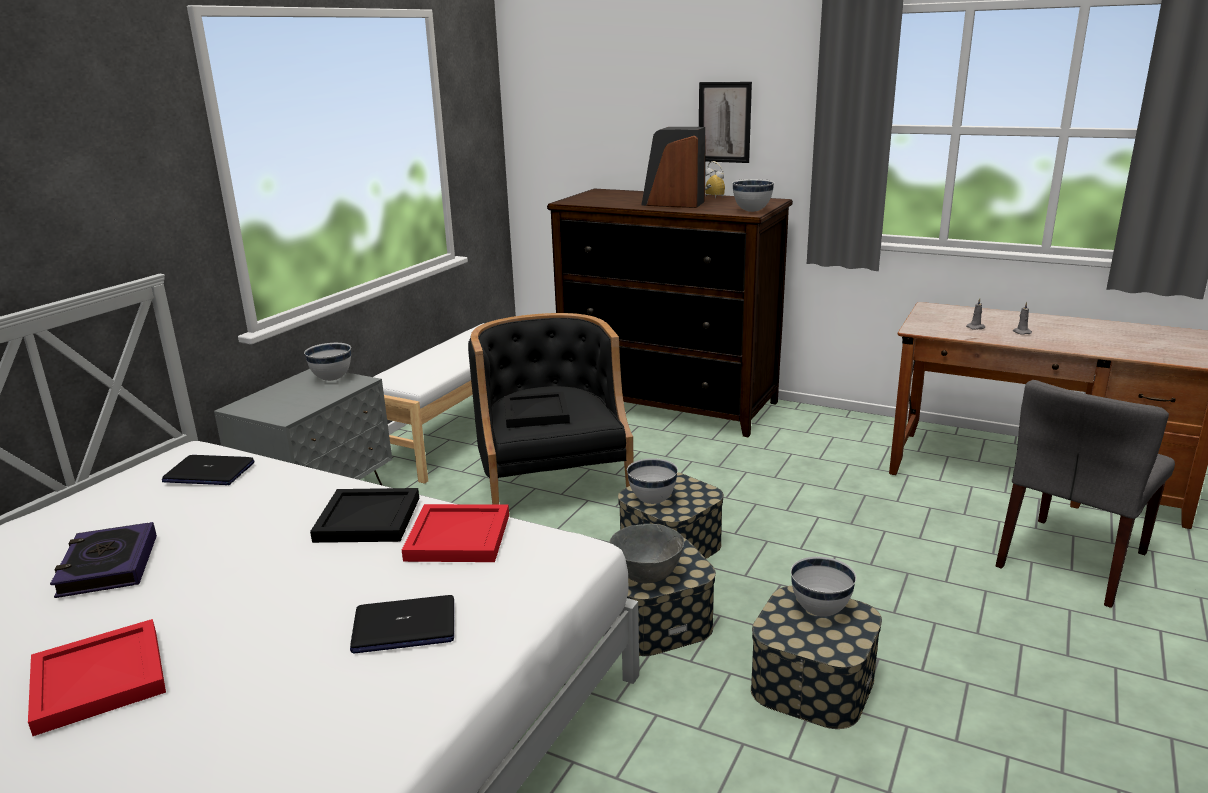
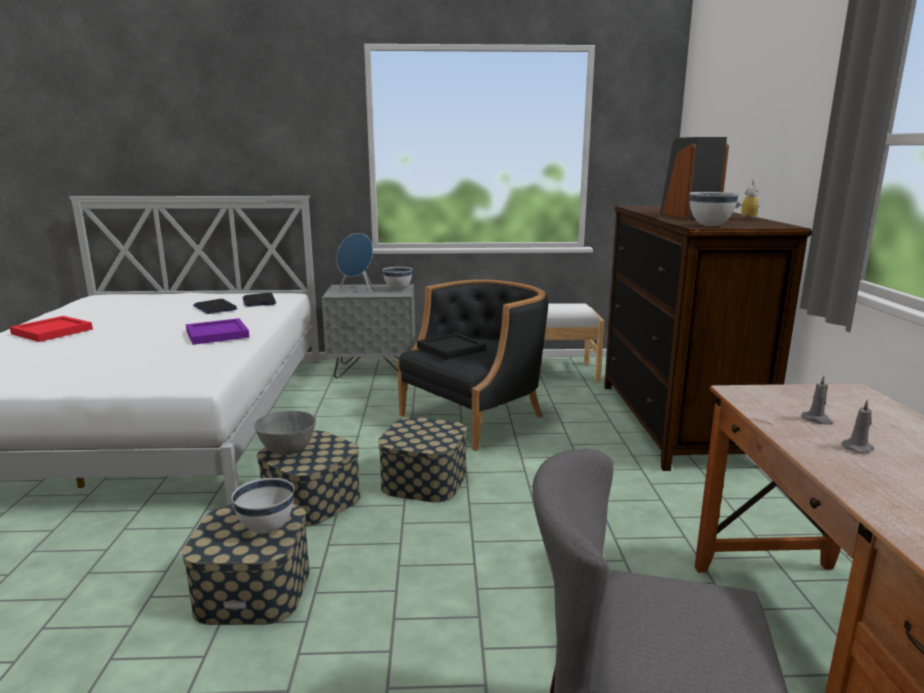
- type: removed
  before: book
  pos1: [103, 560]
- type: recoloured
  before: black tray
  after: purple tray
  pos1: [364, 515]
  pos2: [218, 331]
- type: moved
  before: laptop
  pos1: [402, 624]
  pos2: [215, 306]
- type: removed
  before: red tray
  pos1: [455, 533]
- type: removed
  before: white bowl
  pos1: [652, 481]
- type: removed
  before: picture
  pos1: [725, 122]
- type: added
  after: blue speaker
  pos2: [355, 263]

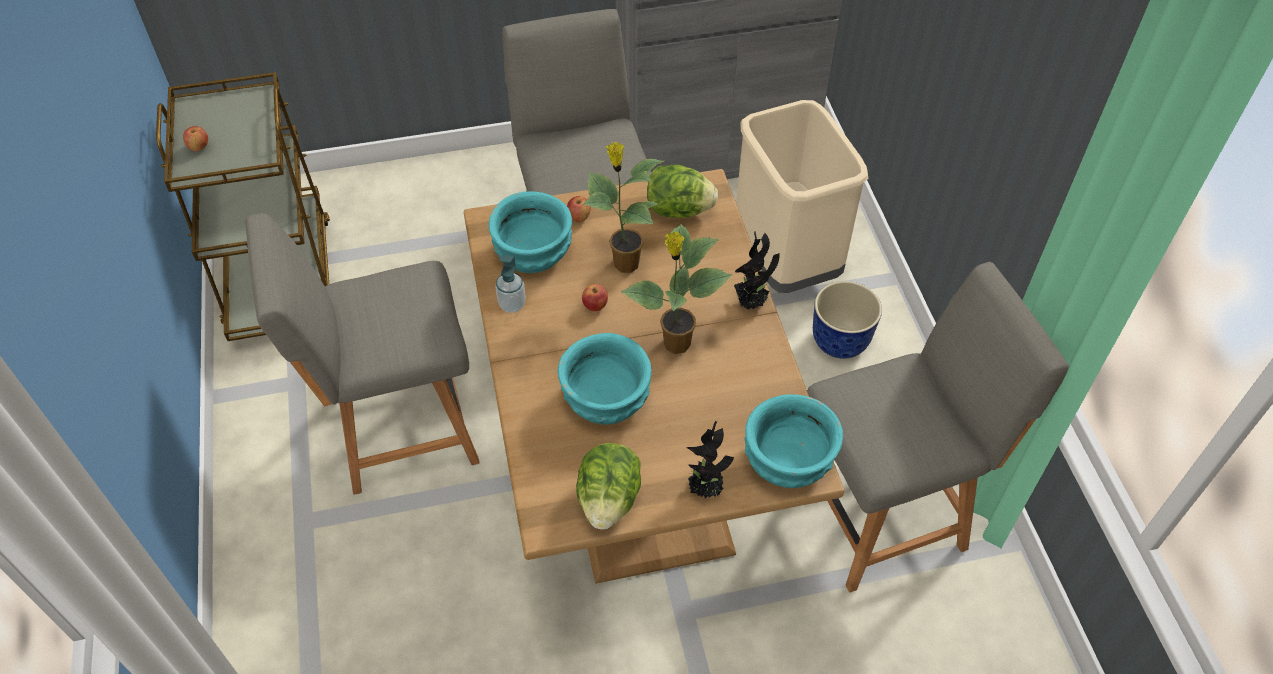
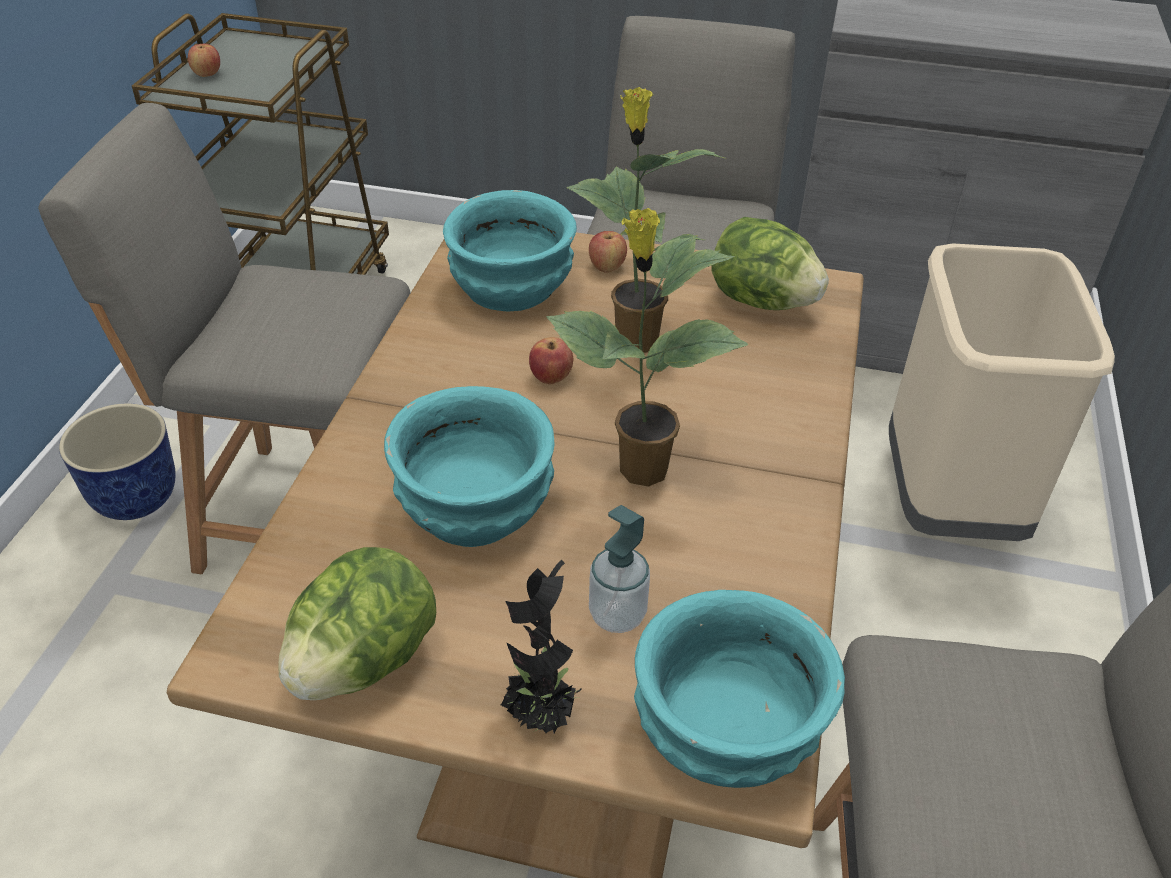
- type: moved
  before: soap dispenser
  pos1: [510, 284]
  pos2: [619, 569]
- type: removed
  before: potted plant
  pos1: [757, 270]
- type: moved
  before: planter
  pos1: [847, 320]
  pos2: [117, 461]

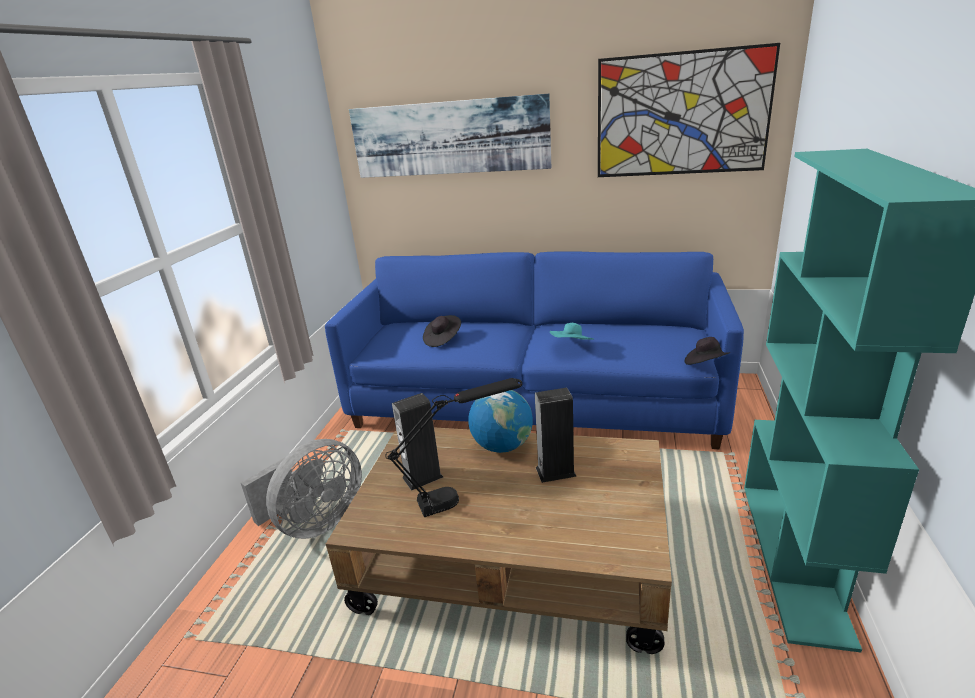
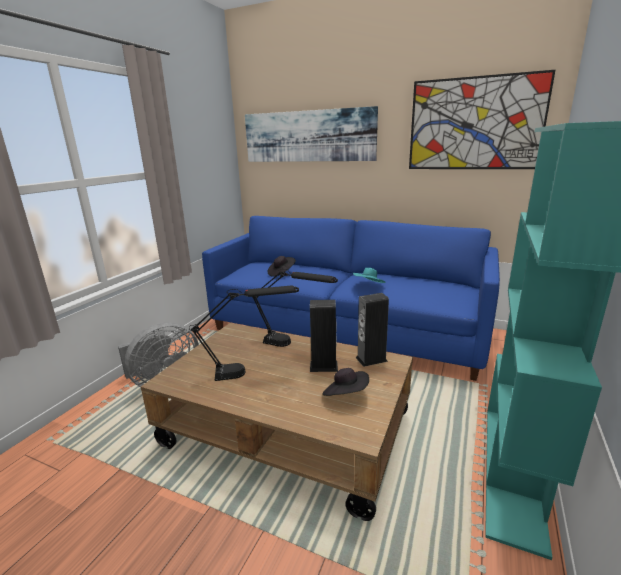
- type: moved
  before: speaker
  pos1: [417, 442]
  pos2: [372, 330]
- type: replaced
  before: globe
  after: black table lamp
  pos1: [500, 421]
  pos2: [295, 308]
- type: moved
  before: black hat
  pos1: [707, 351]
  pos2: [346, 382]

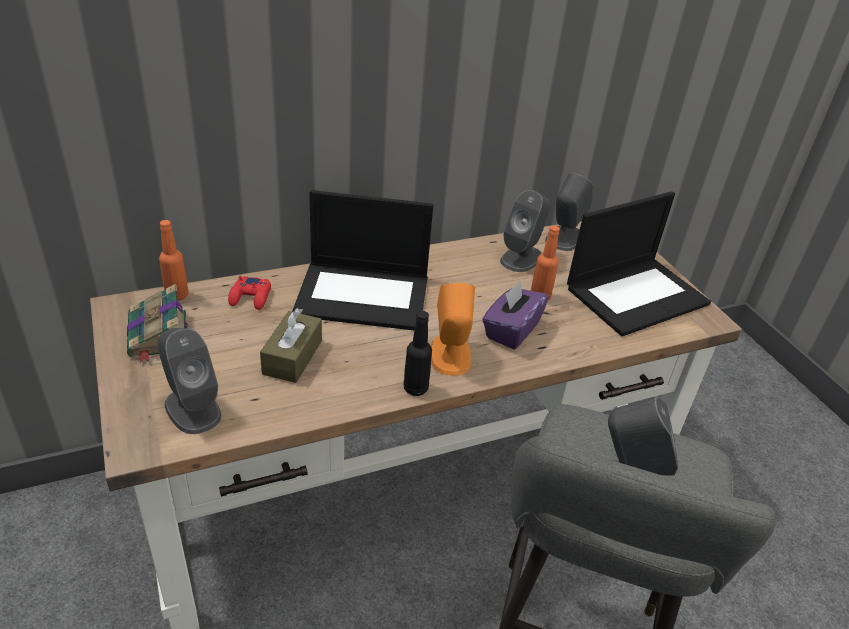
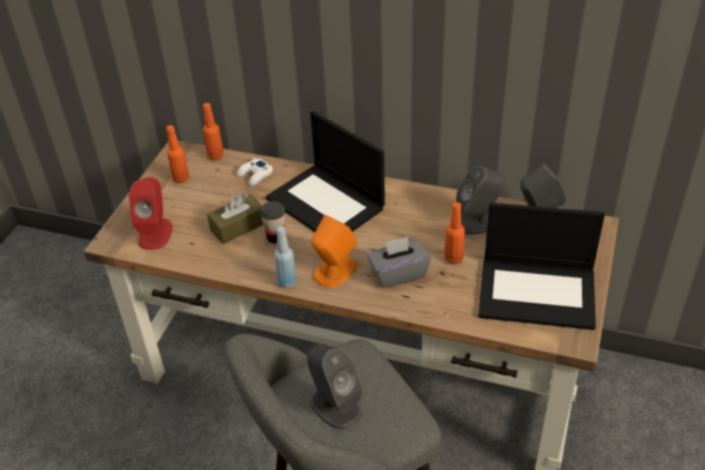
- type: replaced
  before: book
  after: orange bottle
  pos1: [157, 323]
  pos2: [178, 154]
- type: recoloured
  before: grey speaker
  after: red speaker
  pos1: [189, 381]
  pos2: [150, 213]
- type: recoloured
  before: red game controller
  after: white game controller
  pos1: [249, 293]
  pos2: [255, 171]
- type: recoloured
  before: black bottle
  after: blue bottle
  pos1: [418, 353]
  pos2: [285, 257]
- type: recoloured
  before: purple tissue box
  after: grey tissue box
  pos1: [515, 315]
  pos2: [399, 262]
- type: added
  after: cup
  pos2: [272, 222]

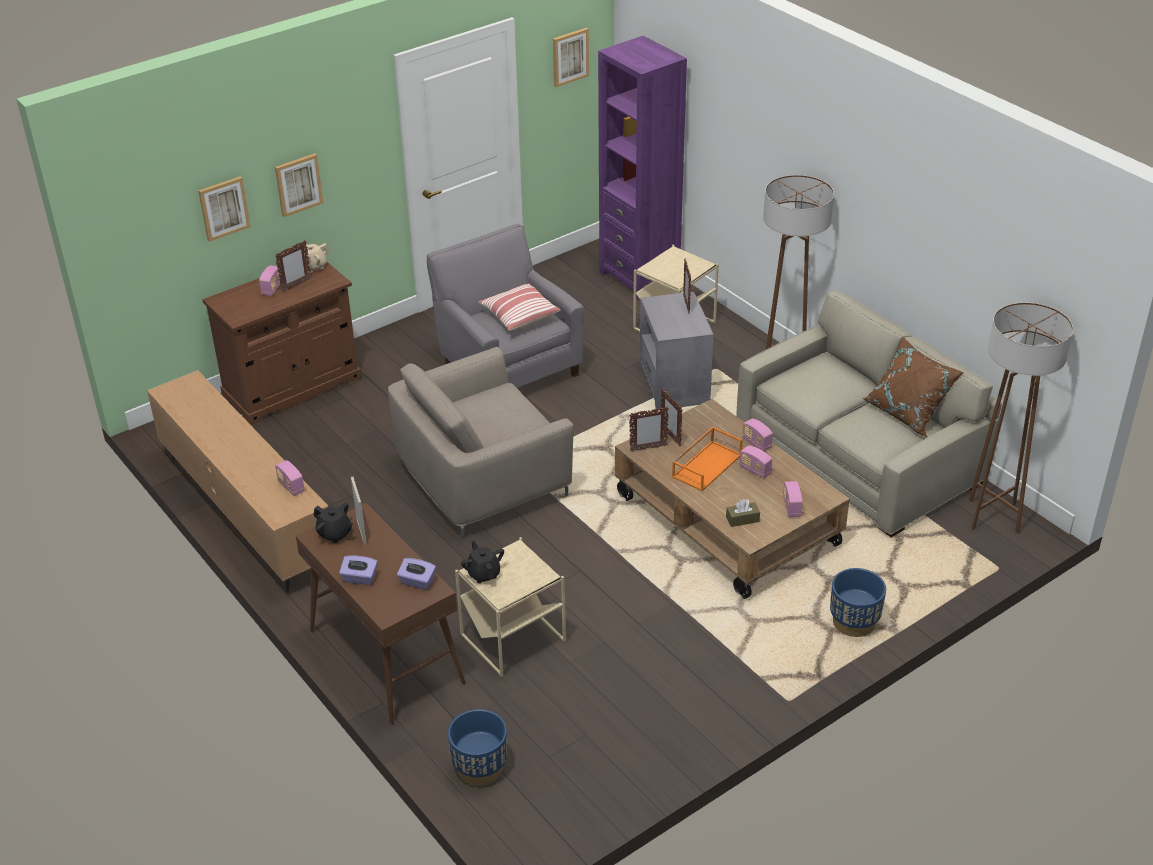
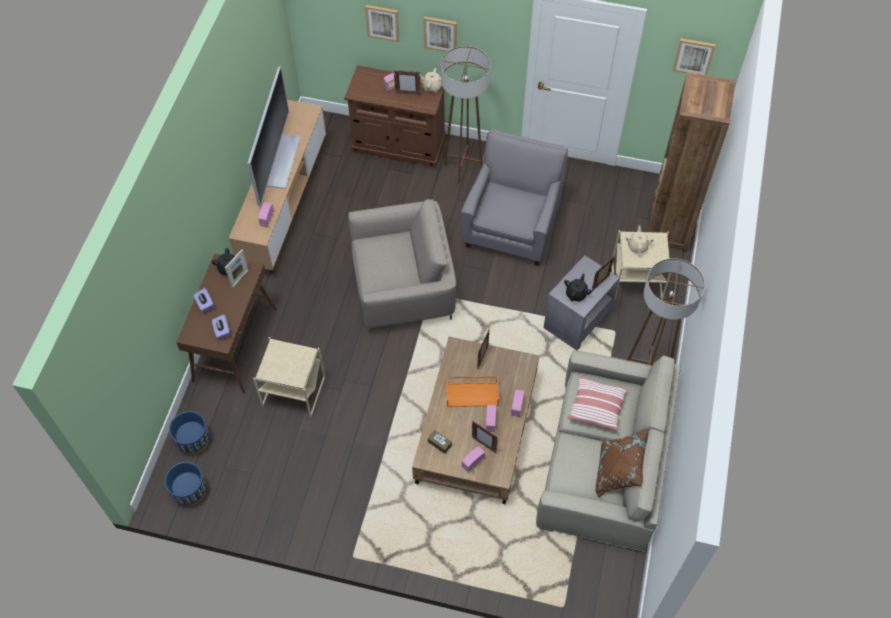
- type: turned
  before: beige armchair
  pos1: [481, 443]
  pos2: [402, 266]
  turn: 150
- type: moved
  before: black teapot
  pos1: [482, 562]
  pos2: [578, 288]
- type: moved
  before: pillow
  pos1: [519, 307]
  pos2: [597, 403]
- type: recoloured
  before: purple bookcase
  after: brown bookcase
  pos1: [642, 168]
  pos2: [691, 162]
- type: moved
  before: picture frame
  pos1: [649, 429]
  pos2: [485, 437]
- type: moved
  before: blue planter
  pos1: [858, 602]
  pos2: [185, 484]
- type: moved
  before: brown floor lamp
  pos1: [1021, 418]
  pos2: [466, 115]
- type: added
  after: television
  pos2: [274, 136]
- type: added
  after: beige teapot
  pos2: [639, 240]

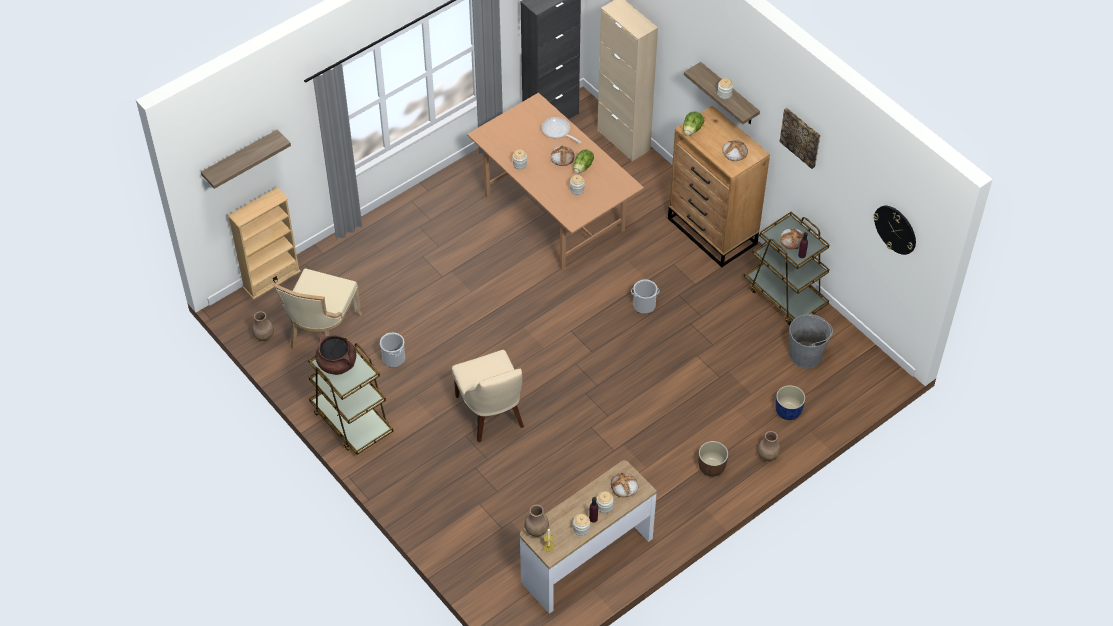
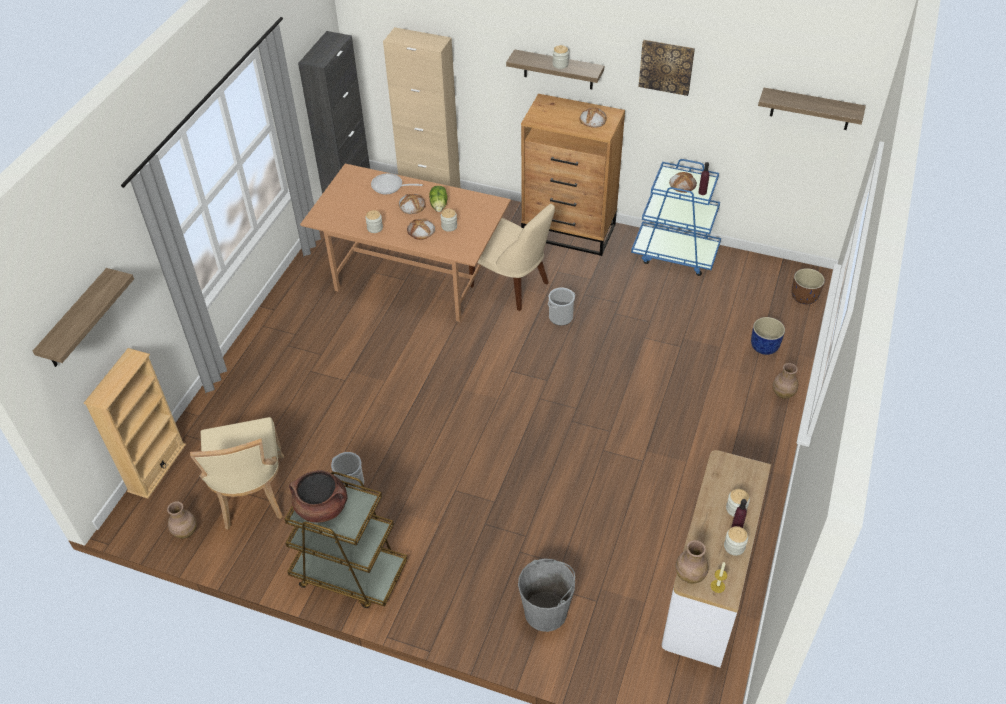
- type: moved
  before: beige chair
  pos1: [488, 396]
  pos2: [512, 257]
- type: moved
  before: bread
  pos1: [624, 485]
  pos2: [421, 229]
- type: removed
  before: lettuce
  pos1: [694, 124]
- type: moved
  before: brown planter
  pos1: [713, 459]
  pos2: [808, 286]
- type: recoloured
  before: brown cart
  after: blue cart
  pos1: [787, 268]
  pos2: [676, 217]
- type: moved
  before: grey bucket
  pos1: [811, 341]
  pos2: [546, 595]
- type: replaced
  before: wall clock
  after: shelf
  pos1: [894, 230]
  pos2: [812, 109]

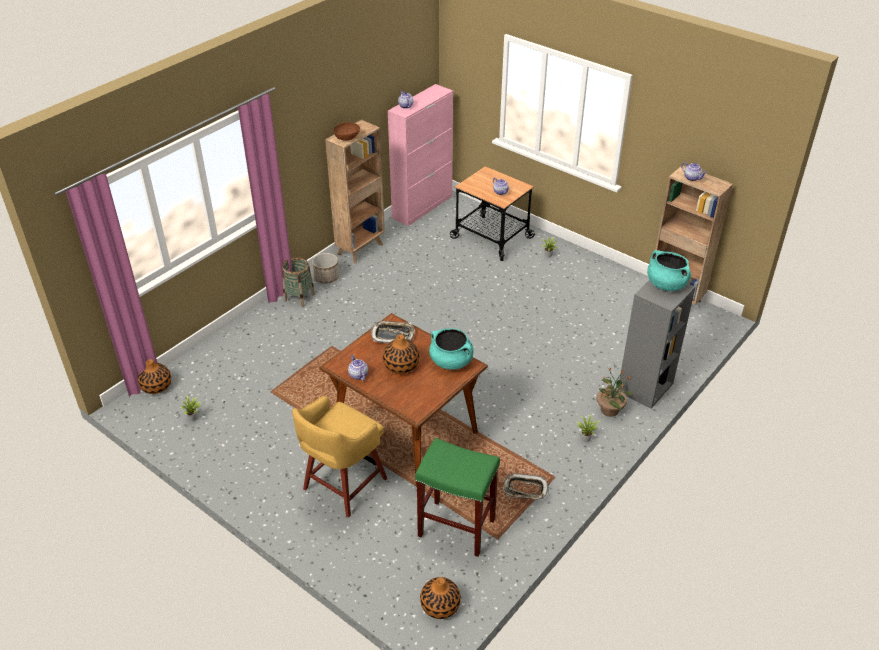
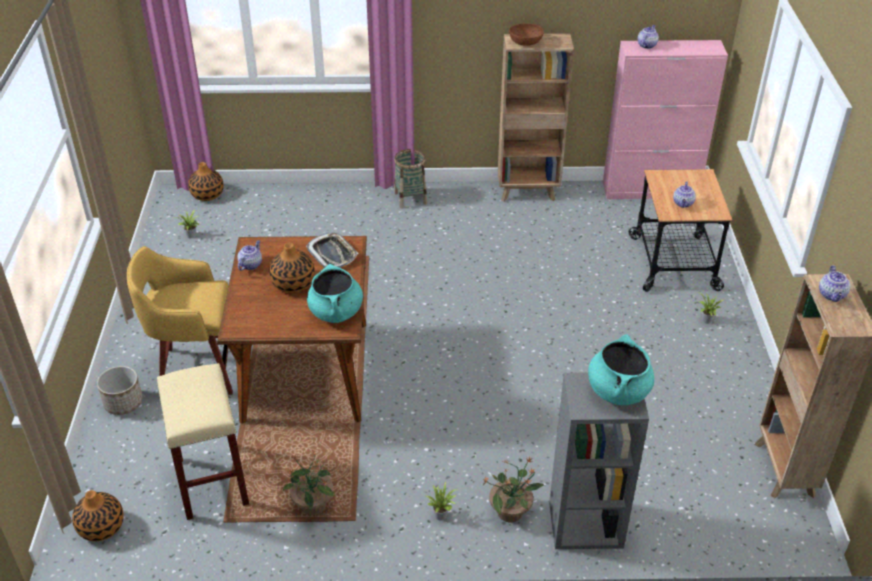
- type: moved
  before: planter
  pos1: [325, 268]
  pos2: [120, 390]
- type: recoloured
  before: green stool
  after: beige stool
  pos1: [457, 497]
  pos2: [203, 441]
- type: replaced
  before: tray
  after: potted plant
  pos1: [526, 487]
  pos2: [309, 482]

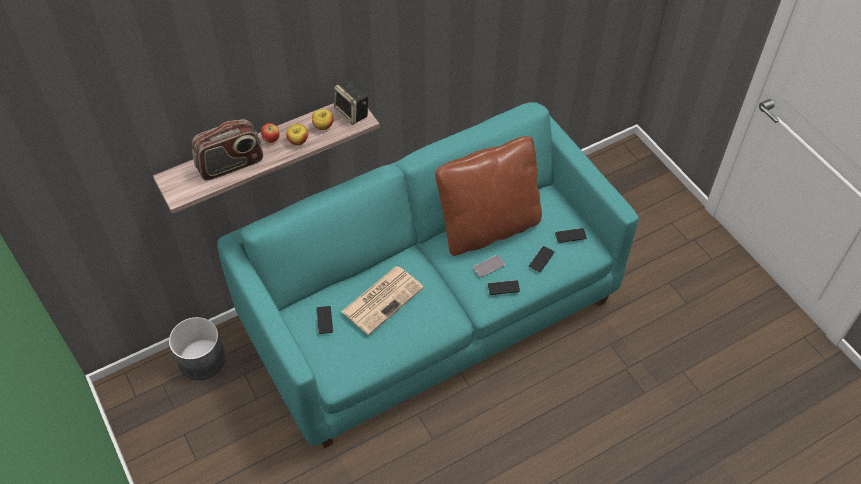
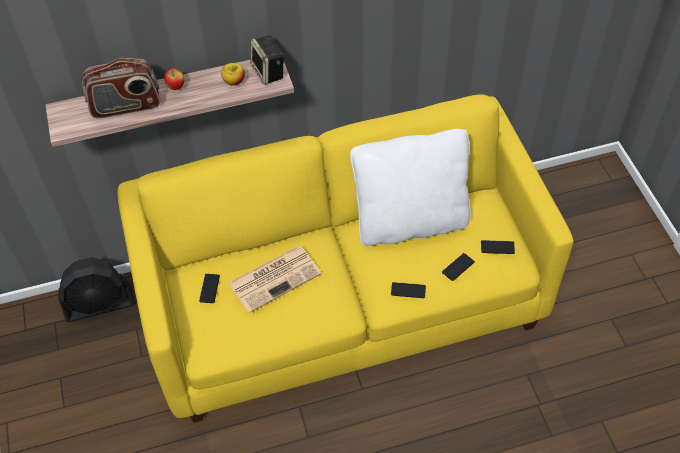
- type: replaced
  before: grey planter
  after: black fan
  pos1: [197, 348]
  pos2: [96, 289]
- type: recoloured
  before: turquoise sofa
  after: yellow sofa
  pos1: [428, 275]
  pos2: [346, 258]
- type: removed
  before: apple
  pos1: [297, 134]
- type: recoloured
  before: brown pillow
  after: white pillow
  pos1: [488, 196]
  pos2: [410, 187]
- type: removed
  before: phone
  pos1: [489, 266]

